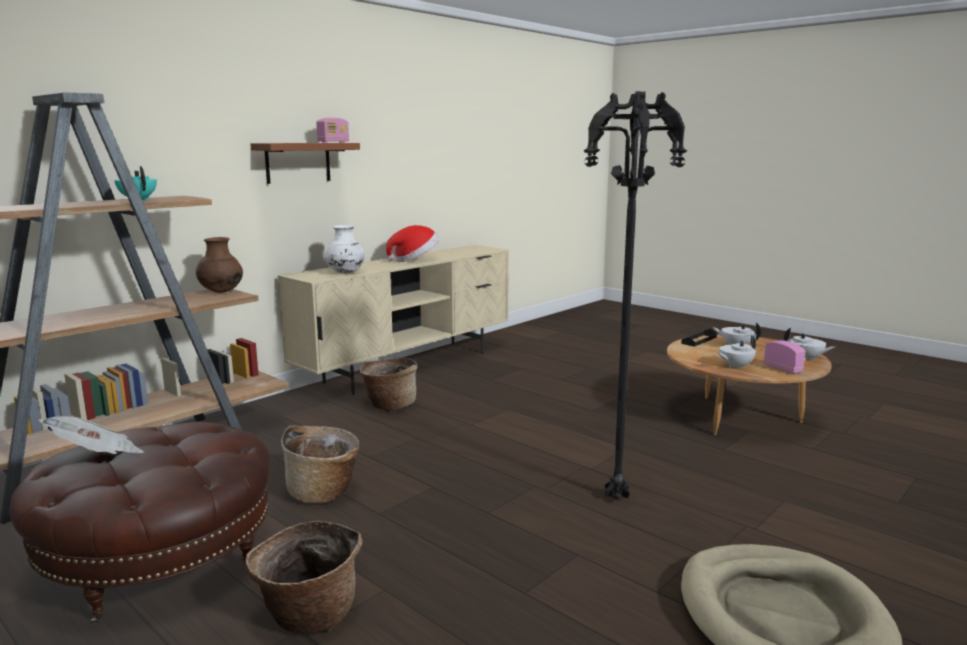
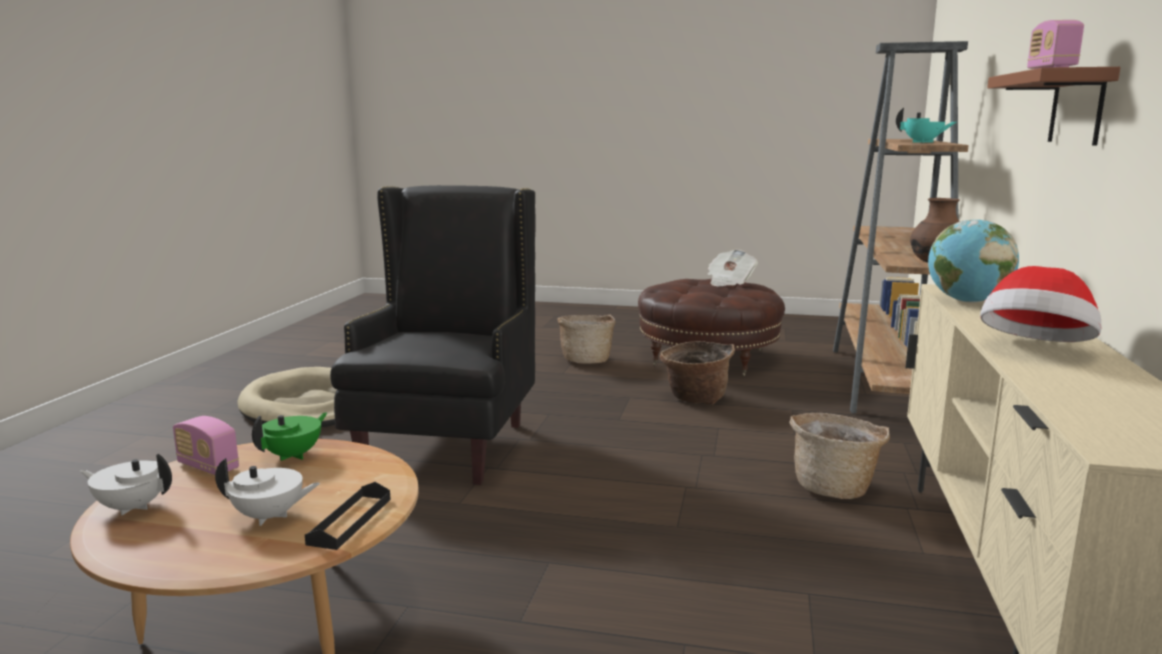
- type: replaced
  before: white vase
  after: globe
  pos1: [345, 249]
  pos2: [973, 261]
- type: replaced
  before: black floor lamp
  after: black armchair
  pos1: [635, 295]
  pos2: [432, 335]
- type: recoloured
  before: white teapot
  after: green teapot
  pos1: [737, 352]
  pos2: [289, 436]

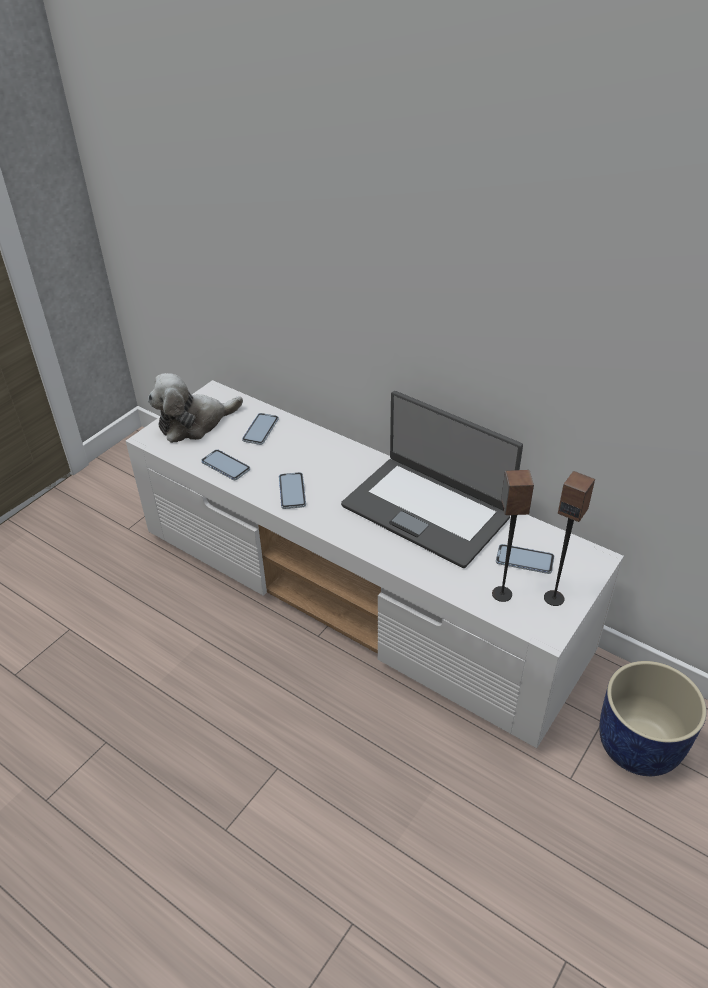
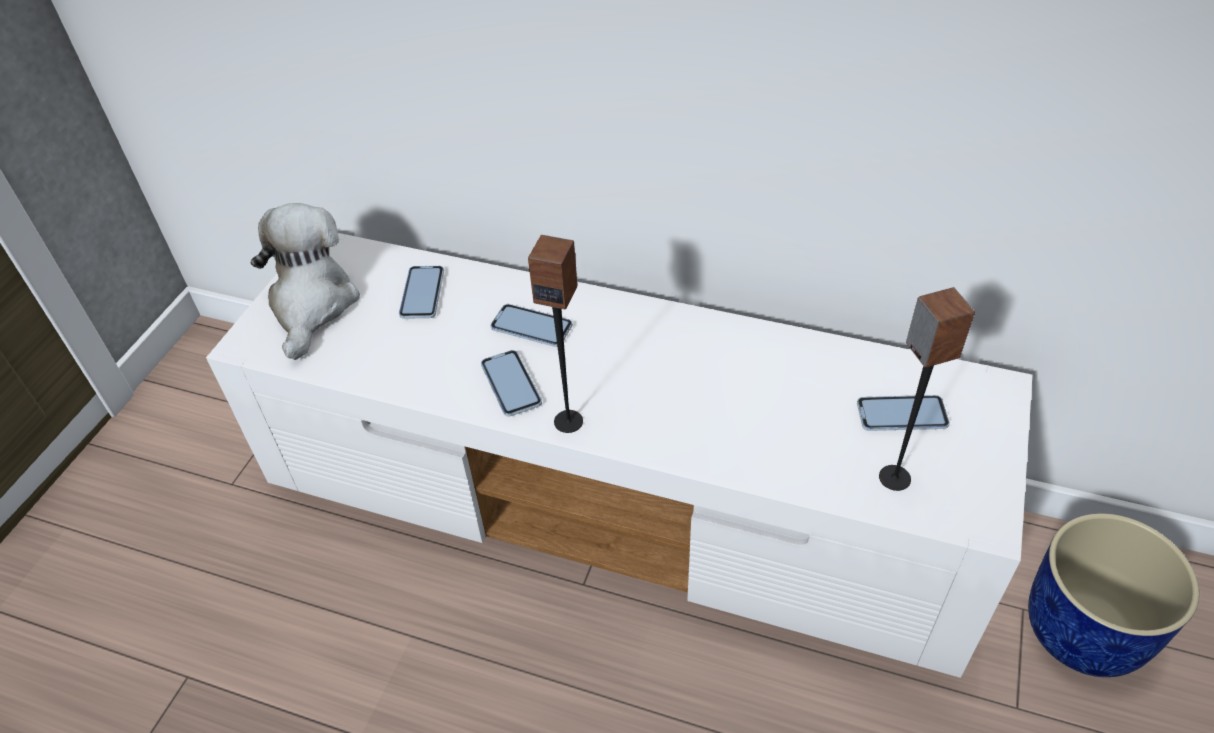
- type: turned
  before: plush toy
  pos1: [195, 408]
  pos2: [305, 281]
  turn: 135
- type: moved
  before: phone
  pos1: [225, 464]
  pos2: [532, 325]
- type: removed
  before: laptop
  pos1: [432, 479]
- type: moved
  before: speaker
  pos1: [569, 538]
  pos2: [555, 334]

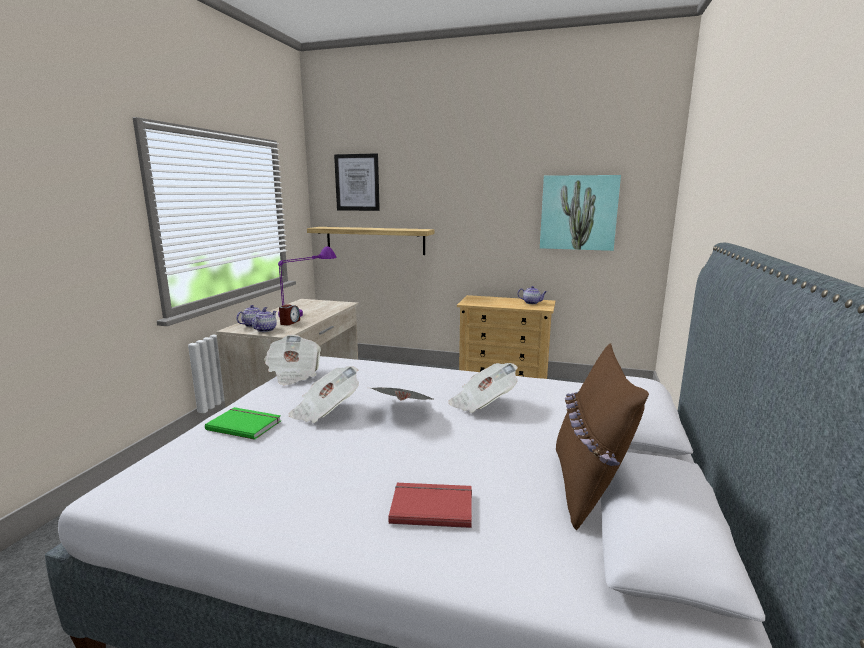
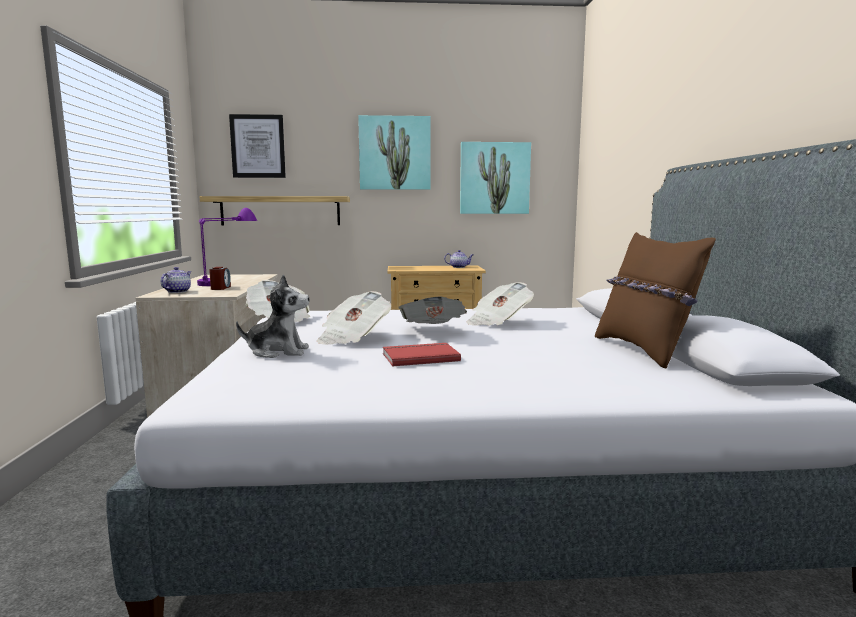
- type: replaced
  before: green book
  after: plush toy
  pos1: [243, 423]
  pos2: [273, 316]
- type: removed
  before: teapot
  pos1: [264, 320]
- type: moved
  before: red book
  pos1: [430, 505]
  pos2: [422, 355]
- type: added
  after: picture
  pos2: [394, 152]

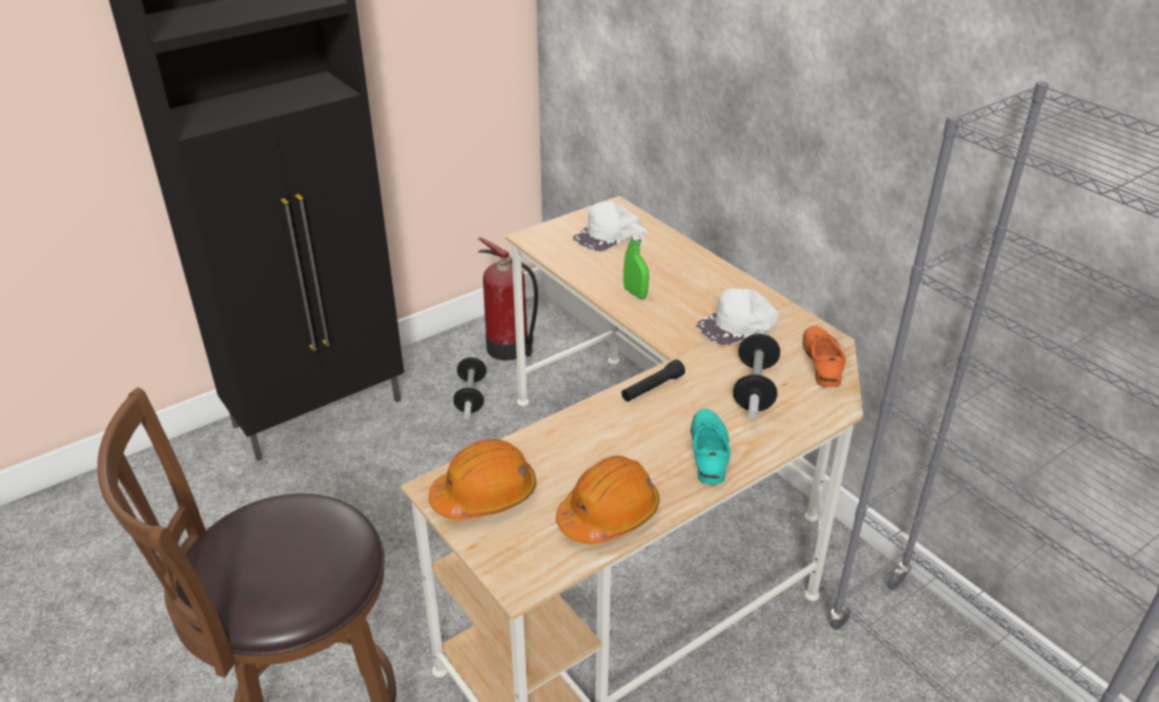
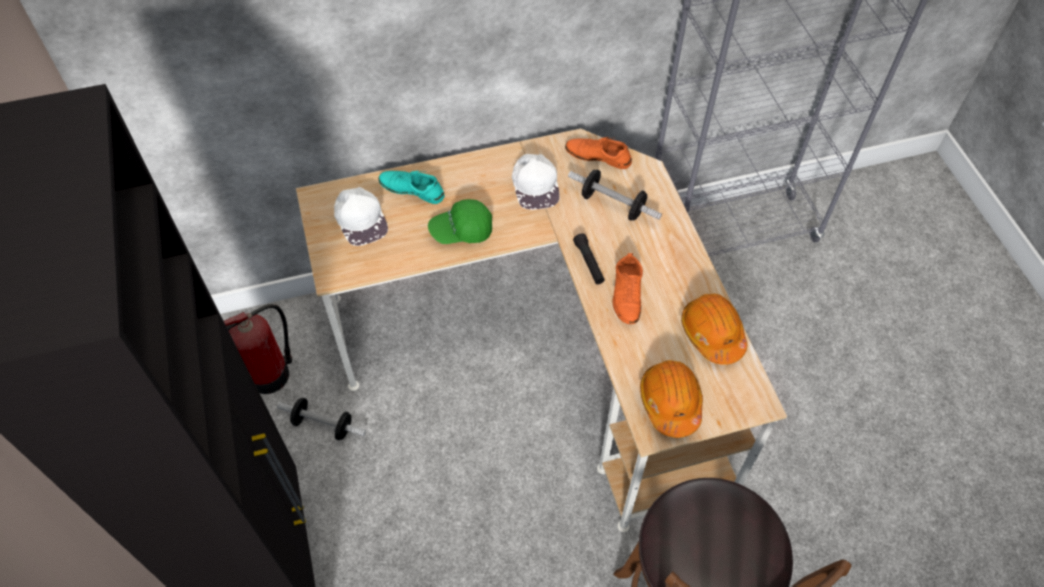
- type: replaced
  before: green spray bottle
  after: green cap
  pos1: [636, 261]
  pos2: [460, 221]
- type: moved
  before: turquoise shoe
  pos1: [711, 447]
  pos2: [411, 187]
- type: added
  after: orange shoe
  pos2: [628, 288]

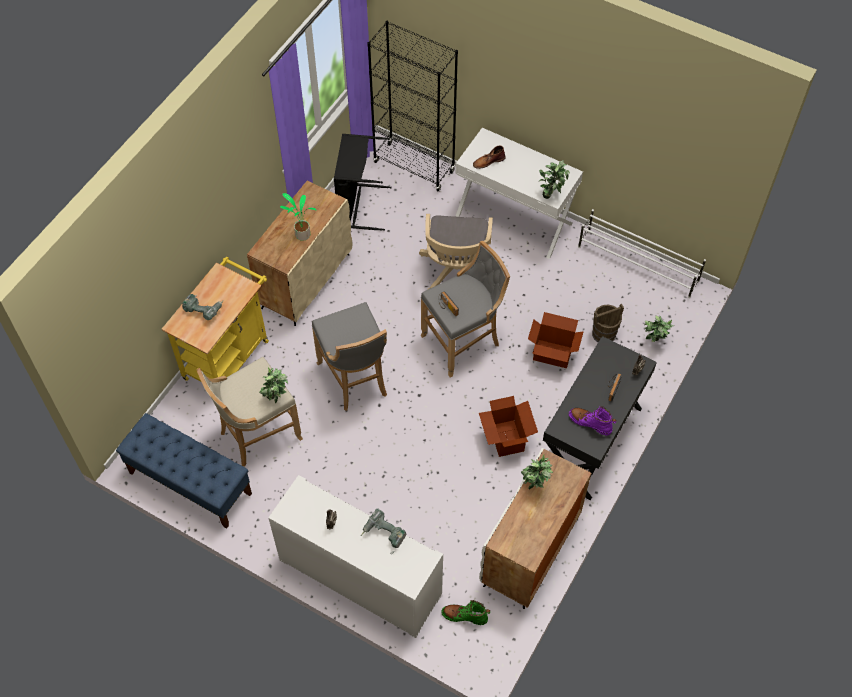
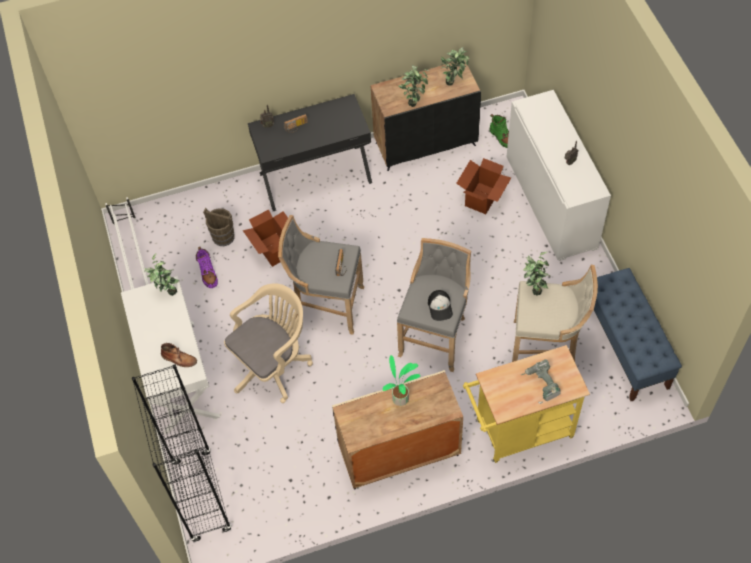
- type: removed
  before: black laundry basket
  pos1: [363, 182]
- type: removed
  before: power drill
  pos1: [383, 531]
- type: moved
  before: cardboard box
  pos1: [508, 426]
  pos2: [483, 186]
- type: recoloured
  before: white cabinet
  after: black cabinet
  pos1: [535, 528]
  pos2: [426, 115]
- type: moved
  before: purple boot
  pos1: [593, 421]
  pos2: [207, 267]
- type: moved
  before: potted plant
  pos1: [659, 329]
  pos2: [455, 66]
- type: added
  after: cap
  pos2: [440, 305]

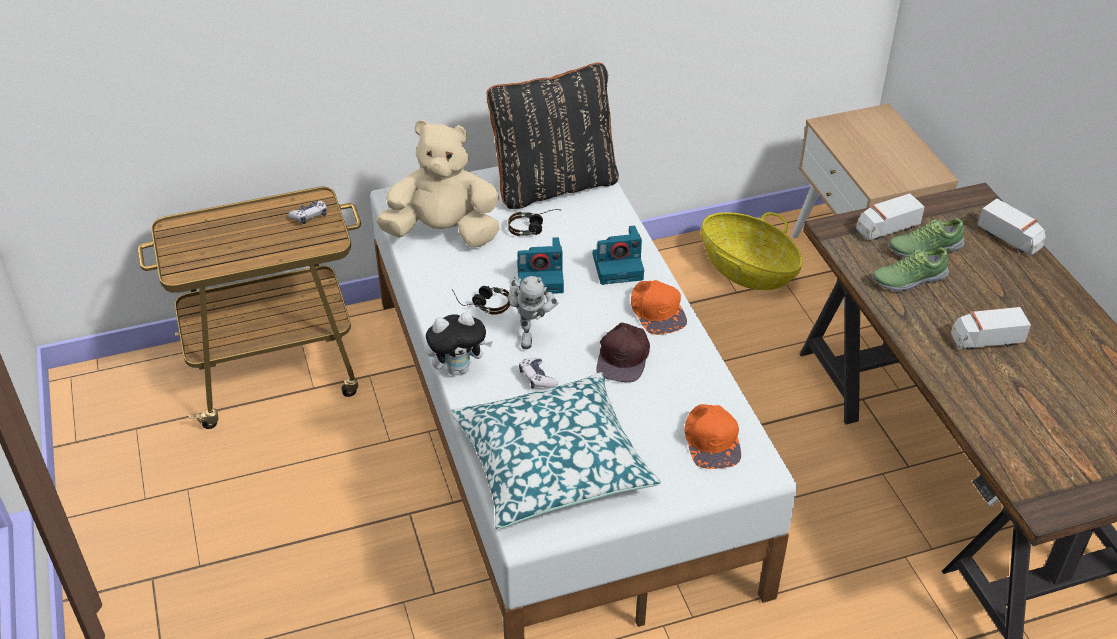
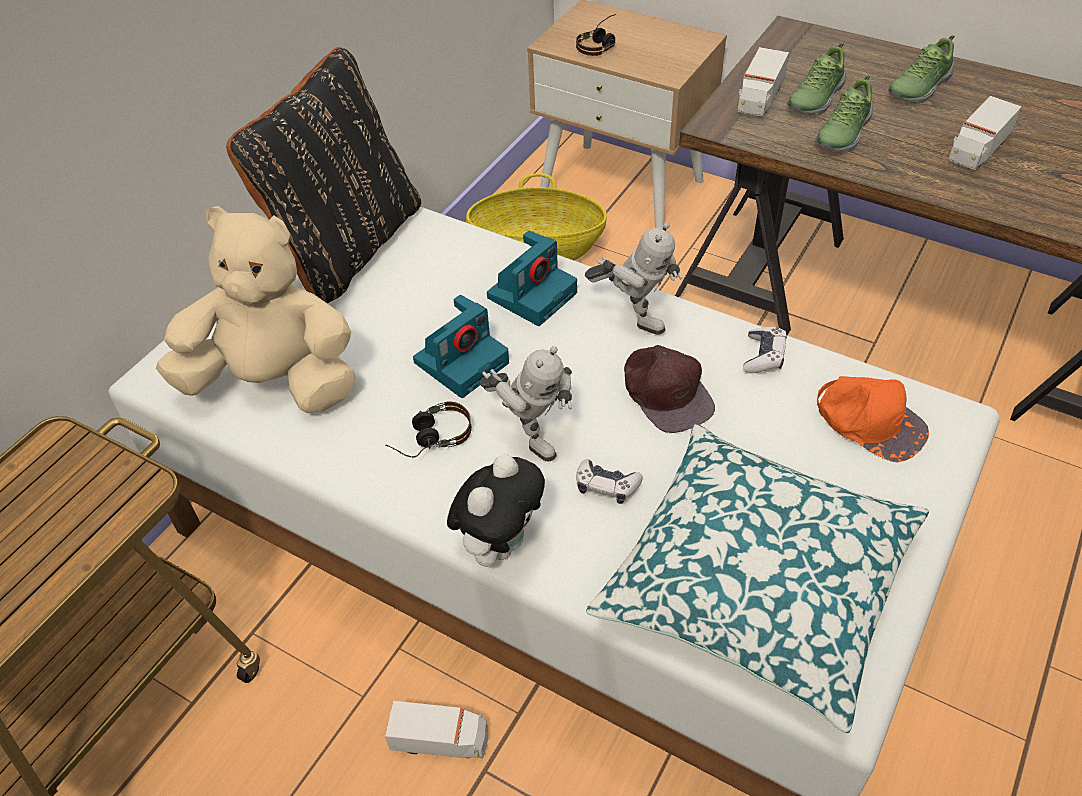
- type: moved
  before: game controller
  pos1: [307, 212]
  pos2: [765, 350]
- type: turned
  before: beige plush toy
  pos1: [438, 183]
  pos2: [256, 309]
  turn: 45
- type: moved
  before: headphones
  pos1: [535, 222]
  pos2: [596, 35]
- type: replaced
  before: orange cap
  after: toy robot
  pos1: [659, 307]
  pos2: [634, 278]
- type: moved
  before: toy truck
  pos1: [1012, 227]
  pos2: [436, 730]
- type: added
  after: shoe
  pos2: [921, 69]

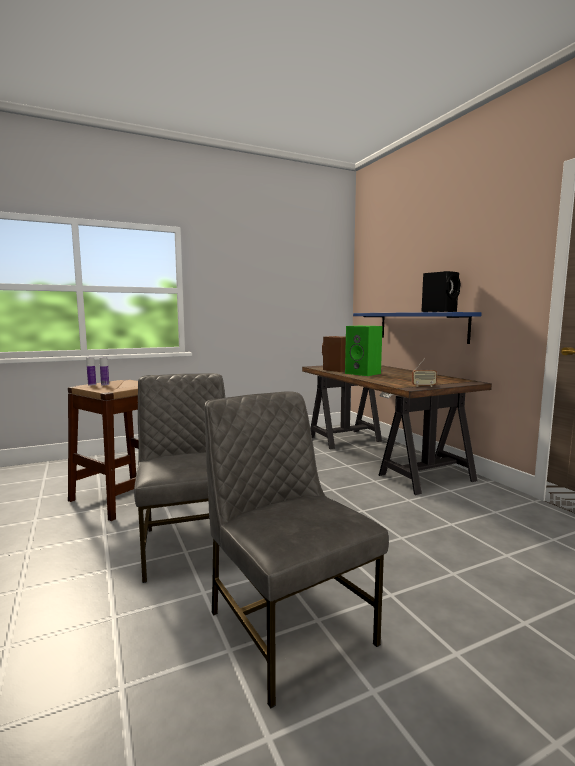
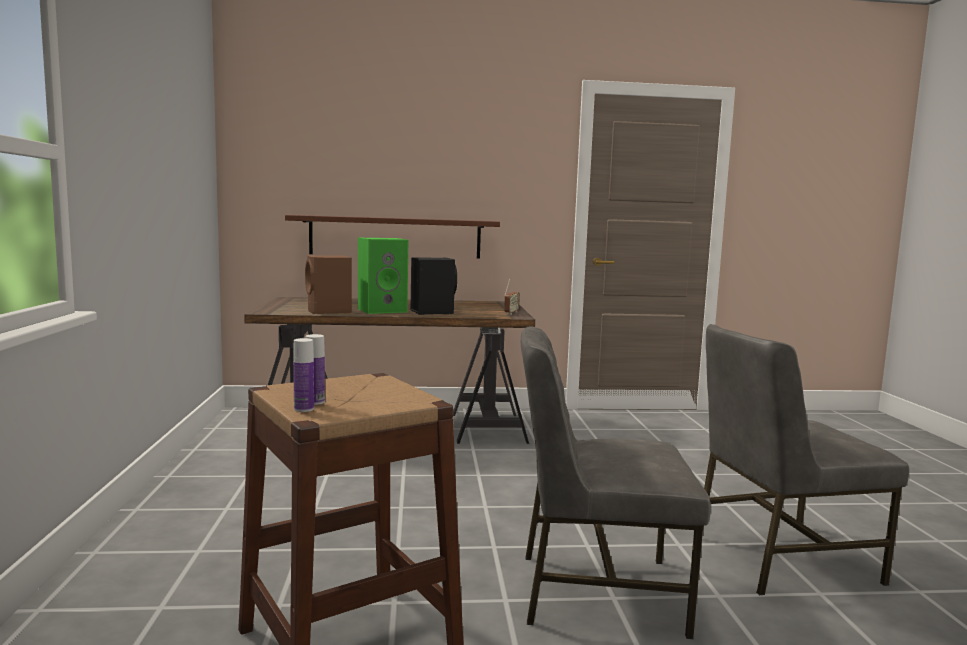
- type: recoloured
  before: blue shelf
  after: brown shelf
  pos1: [417, 328]
  pos2: [392, 237]
- type: moved
  before: black speaker
  pos1: [440, 291]
  pos2: [433, 286]

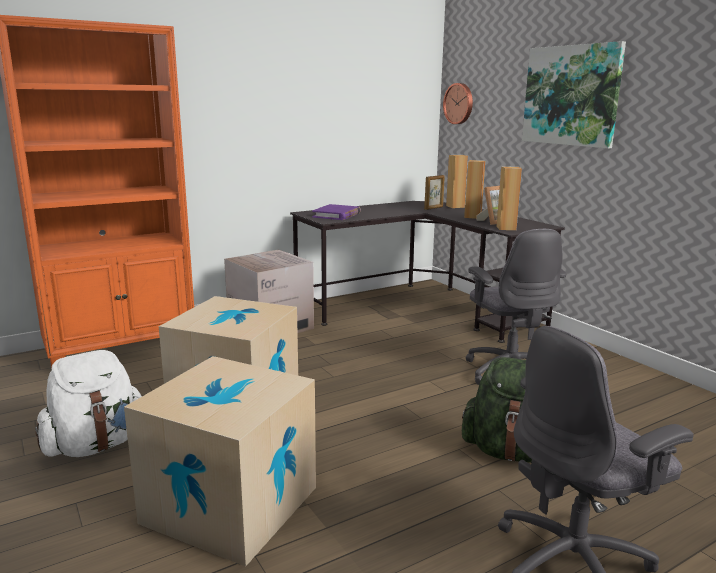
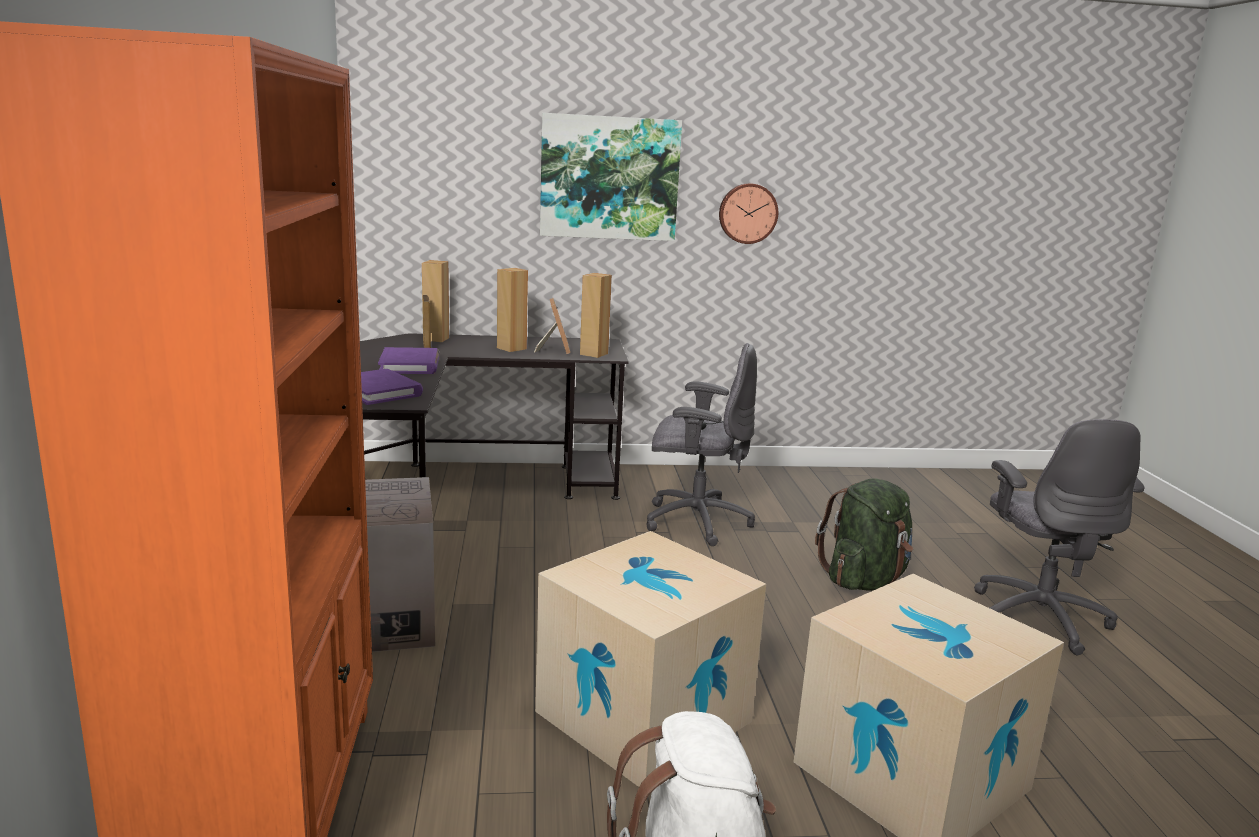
- type: moved
  before: wall clock
  pos1: [458, 103]
  pos2: [748, 213]
- type: added
  after: purple book
  pos2: [409, 360]

